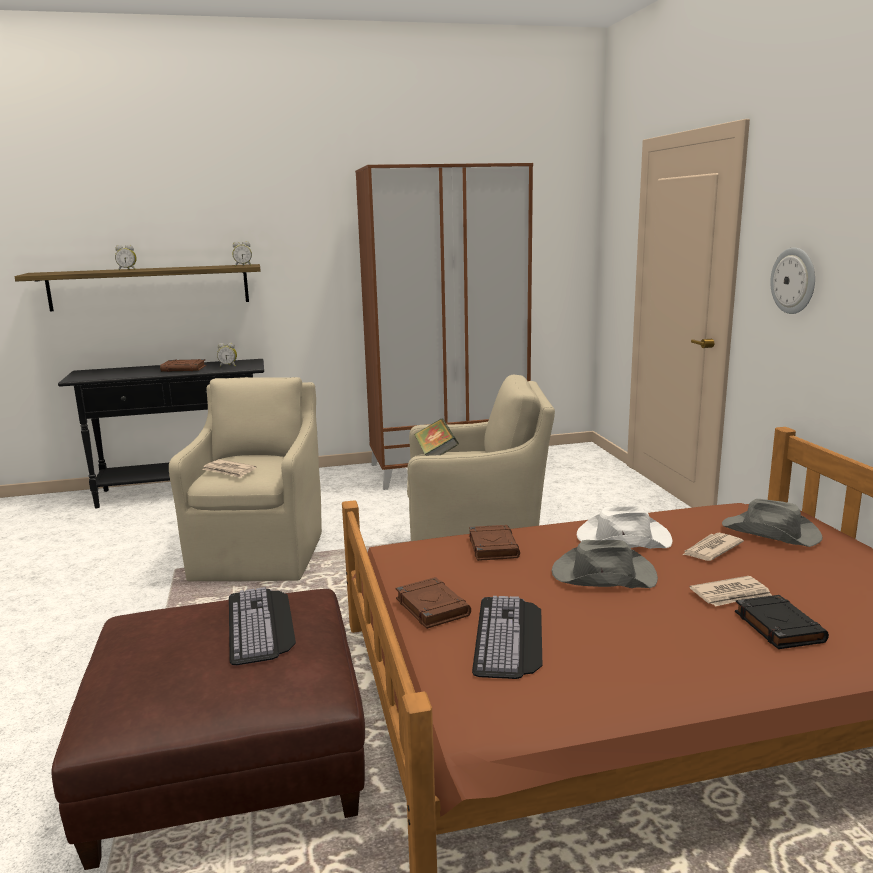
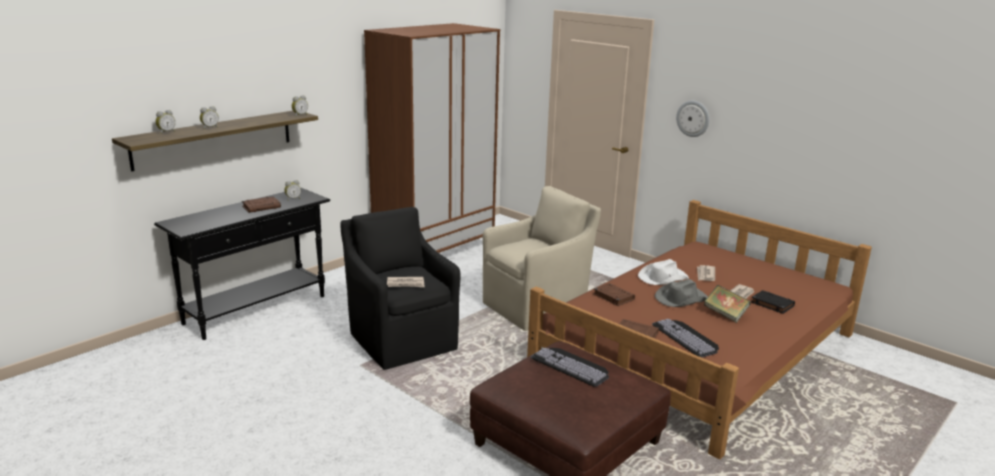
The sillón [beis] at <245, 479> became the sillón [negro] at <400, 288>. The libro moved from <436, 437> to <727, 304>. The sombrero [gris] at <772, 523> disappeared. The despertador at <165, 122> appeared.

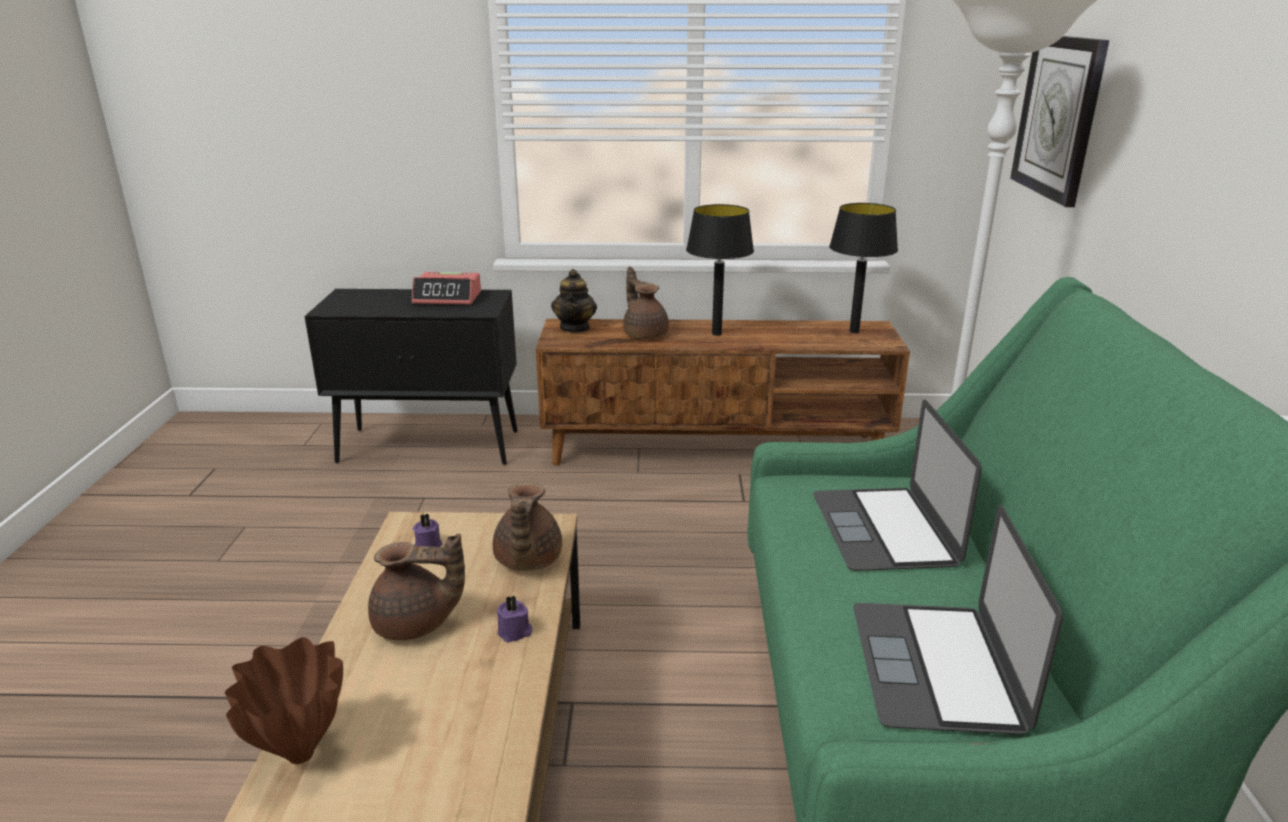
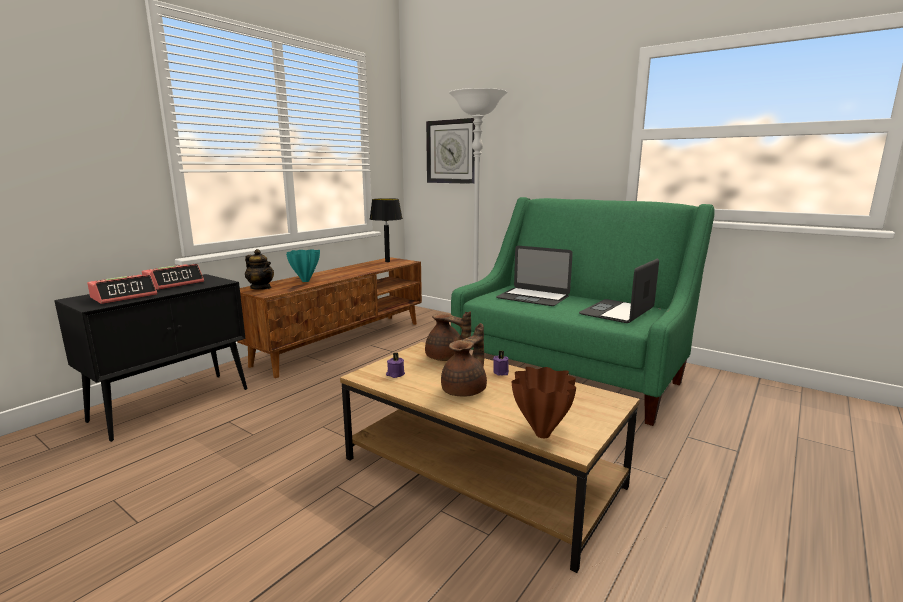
The lámpara de mesa [negro] at <720, 270> disappeared. The tetera [marrón] at <646, 303> was replaced by the florero [turquesa] at <303, 265>. The portátil at <958, 620> turned 90 degrees clockwise. The despertador at <122, 289> appeared.

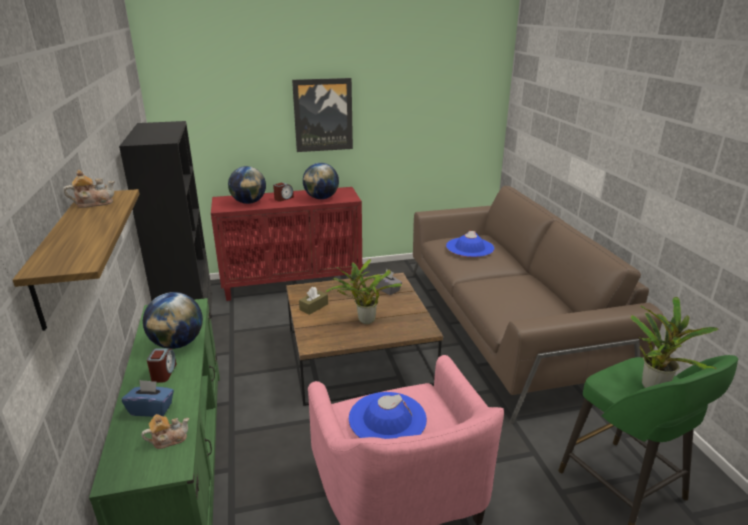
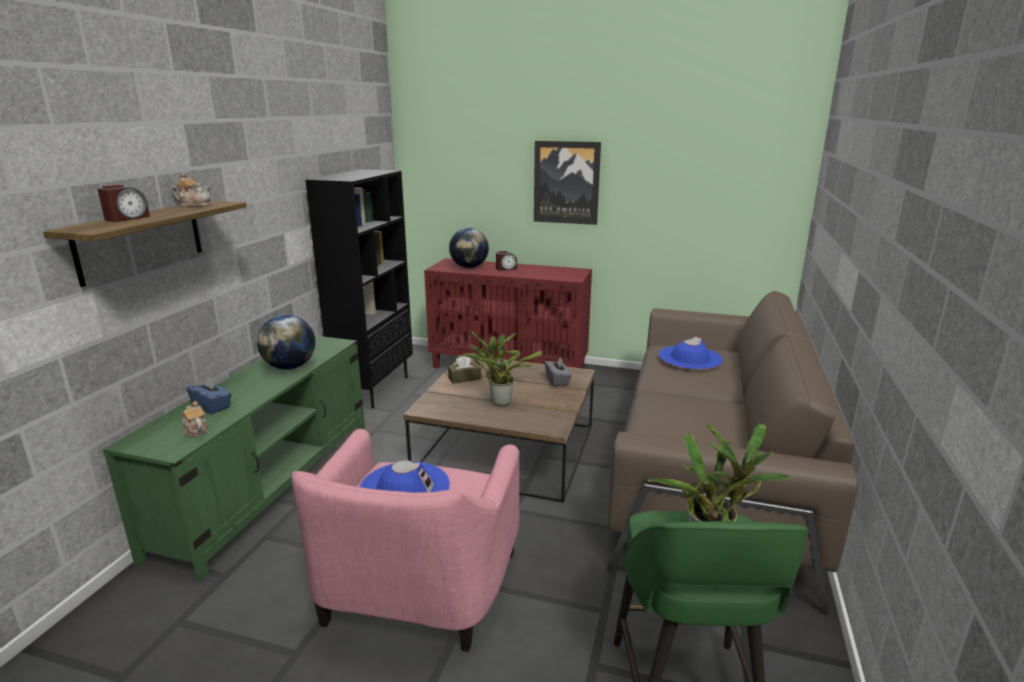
The globo terráqueo at <321, 181> disappeared. The despertador moved from <161, 365> to <124, 203>. The tetera at <165, 431> turned 135 degrees counterclockwise.

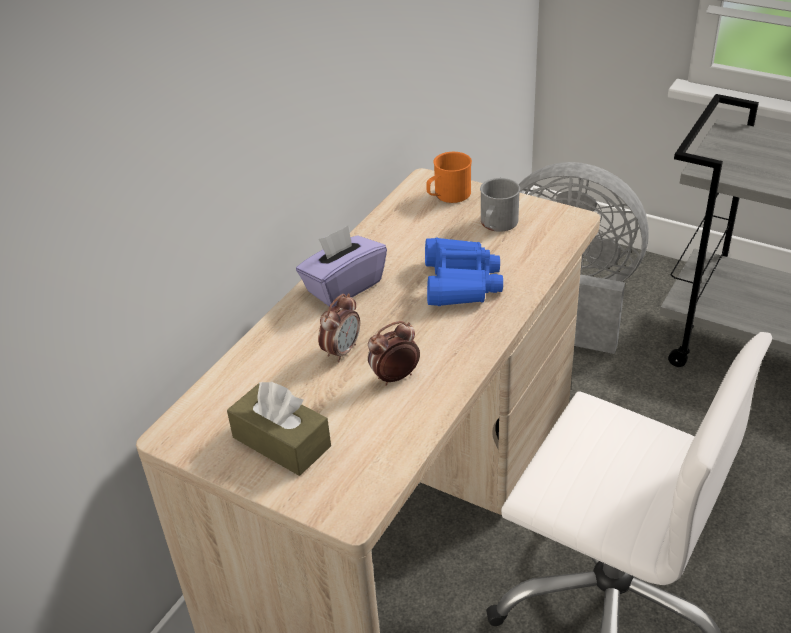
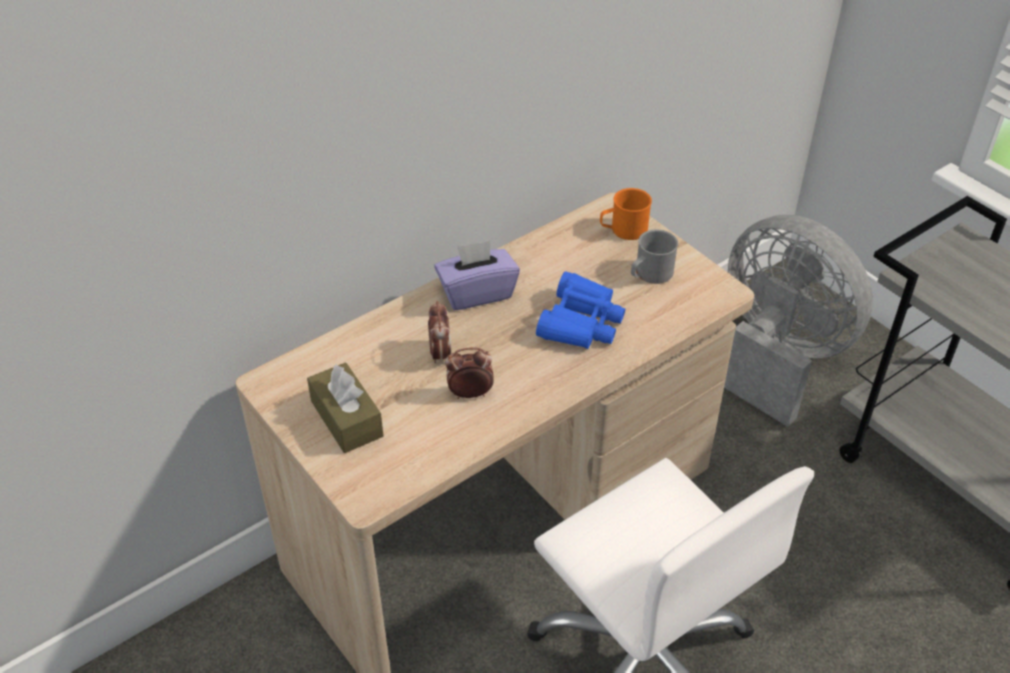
The despertador at <339, 328> turned 60 degrees counterclockwise.

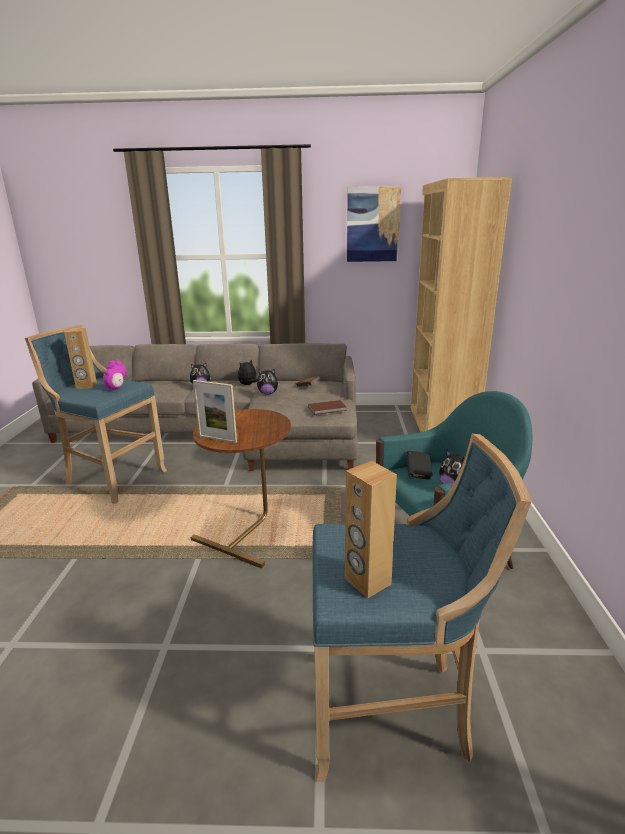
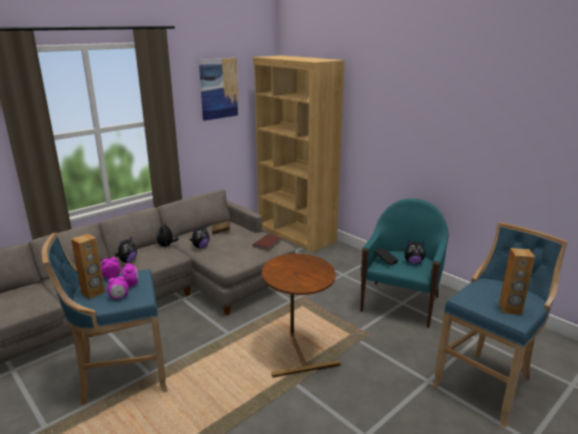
The portarretratos at <215, 411> disappeared. The despertador at <118, 287> appeared.

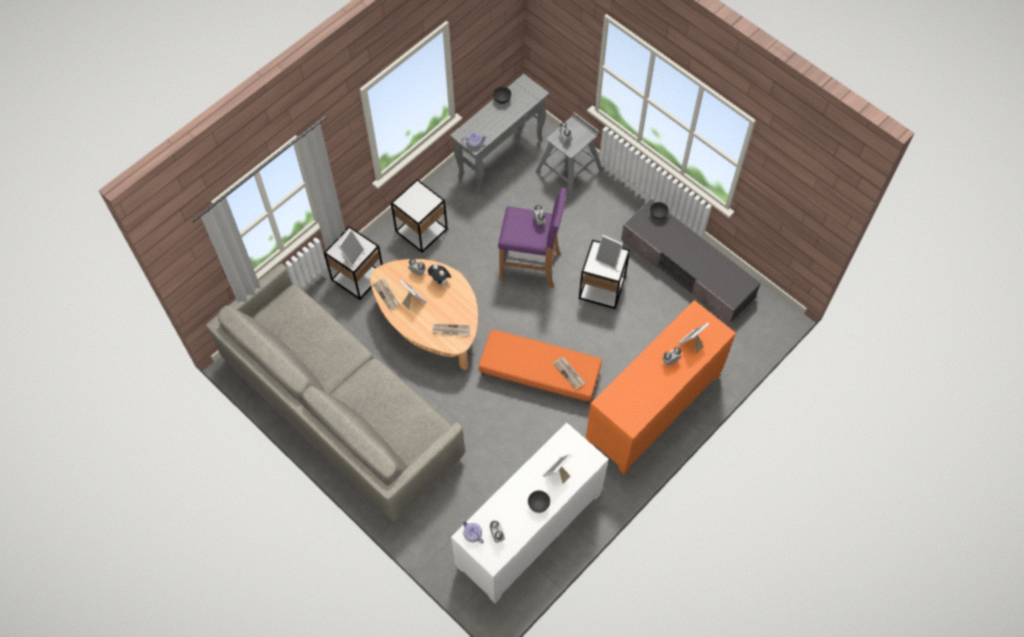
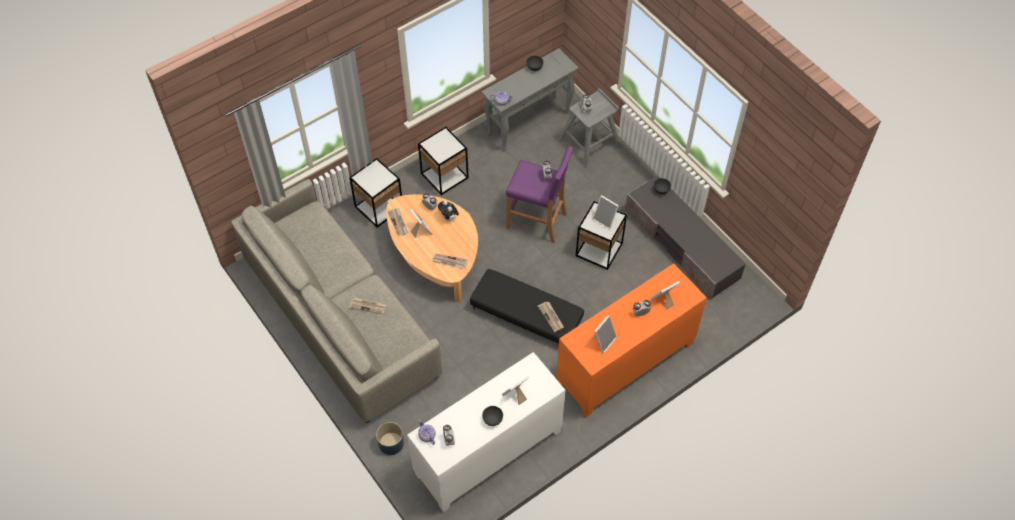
The portarretratos moved from <351, 248> to <604, 334>. The puf [naranja] at <540, 367> became the puf [negro] at <527, 306>. The periódico at <367, 305> appeared. The maceta [azul] at <390, 438> appeared.

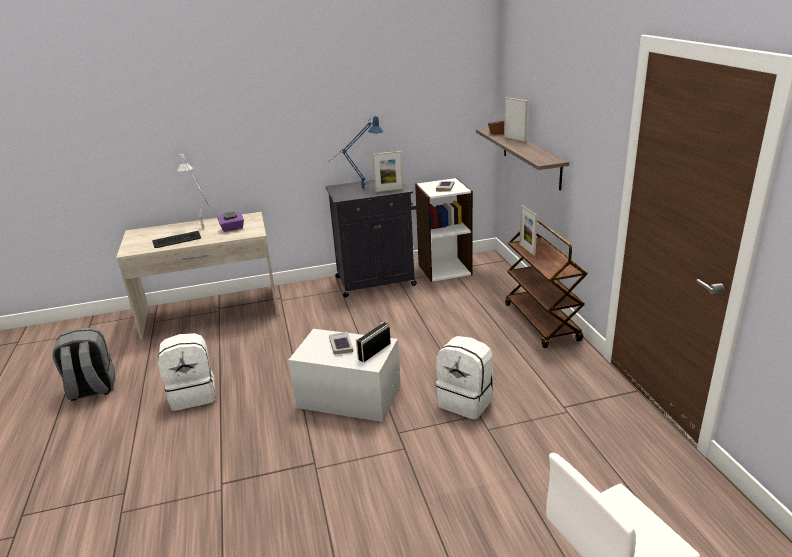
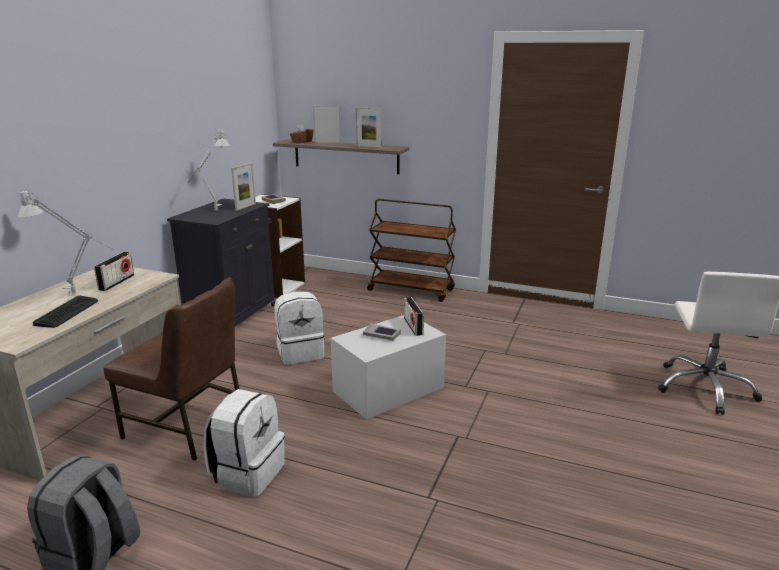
The lámpara de mesa [azul] at <356, 152> became the lámpara de mesa [gris] at <209, 169>. The portarretratos moved from <528, 230> to <368, 127>. The caja de pañuelos [morado] at <230, 221> was replaced by the radio at <114, 271>. The mochila [blanco] moved from <465, 378> to <299, 328>. The silla [marrón] at <171, 369> appeared.

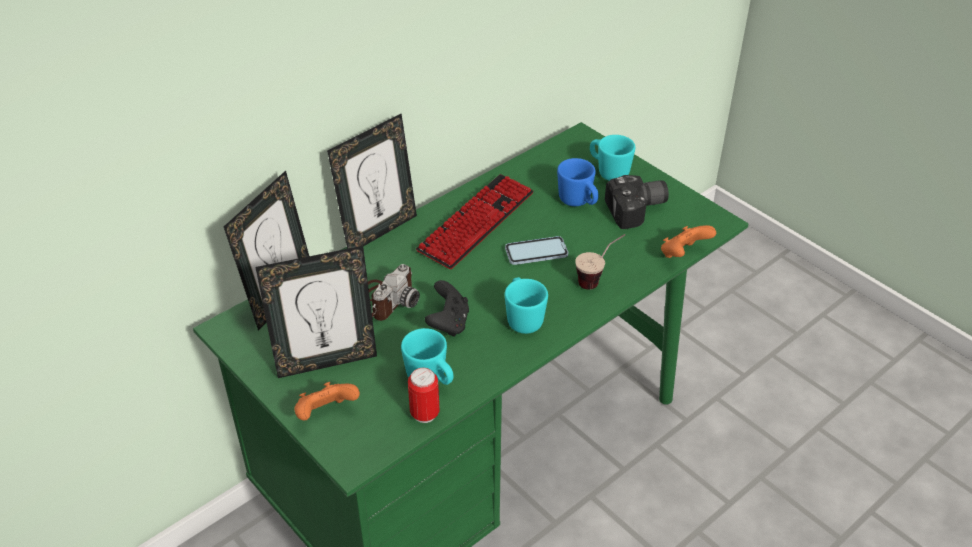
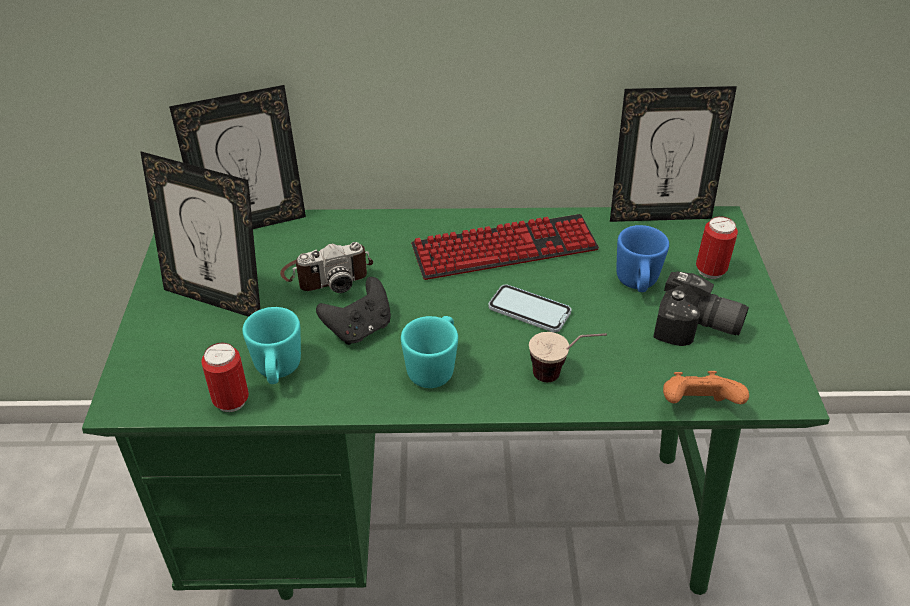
The portarretratos moved from <372, 181> to <673, 154>. The taza grande [turquesa] at <612, 158> was replaced by the lata at <717, 247>. The mando de consola [naranja] at <327, 401> disappeared.

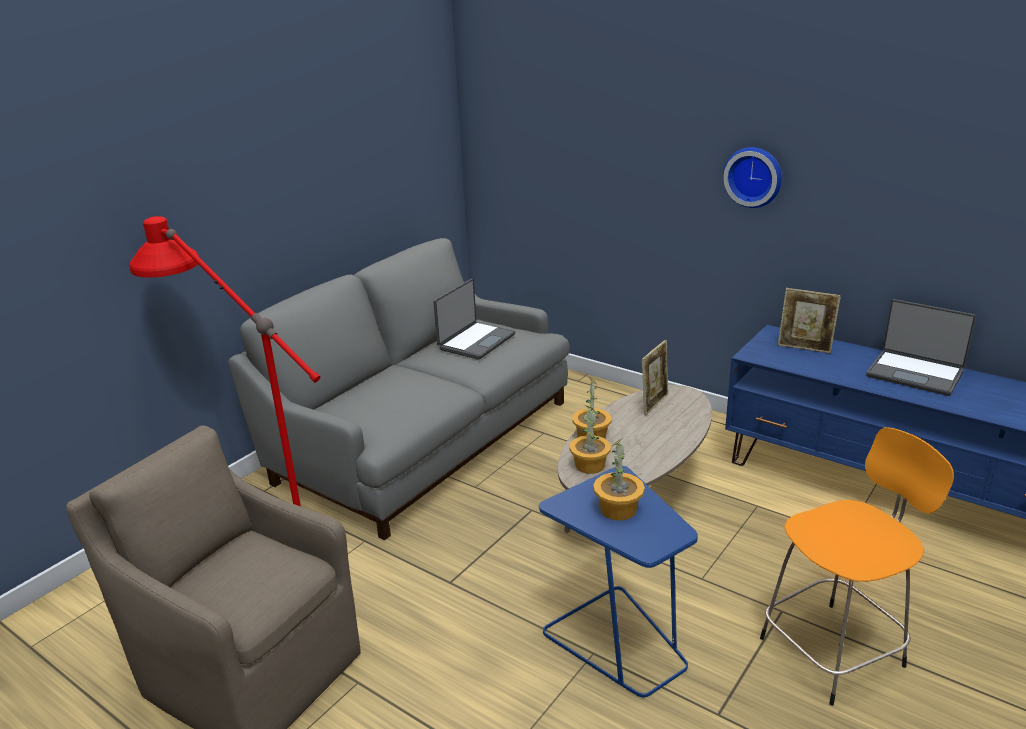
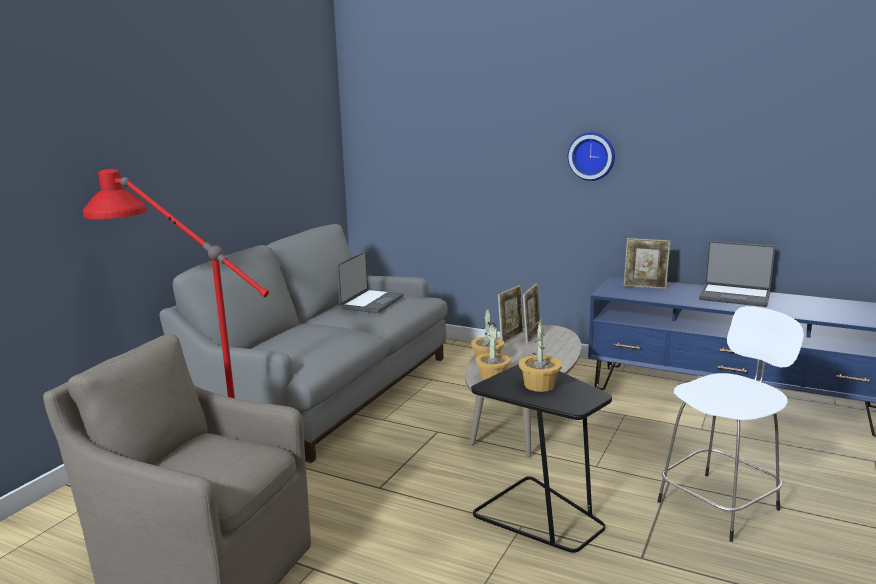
The taburete [naranja] at <857, 566> became the taburete [blanco] at <730, 424>. The mesa auxiliar [azul] at <618, 581> became the mesa auxiliar [negro] at <541, 458>. The portarretratos at <511, 314> appeared.

